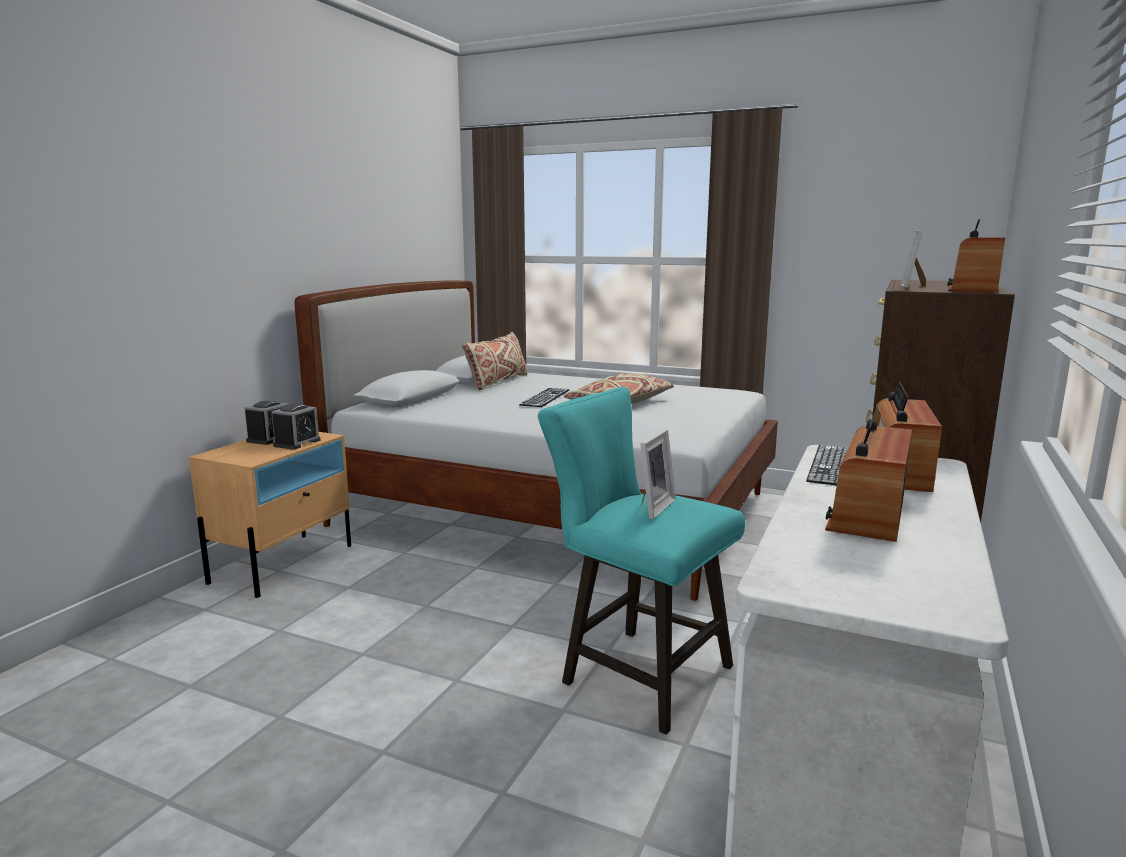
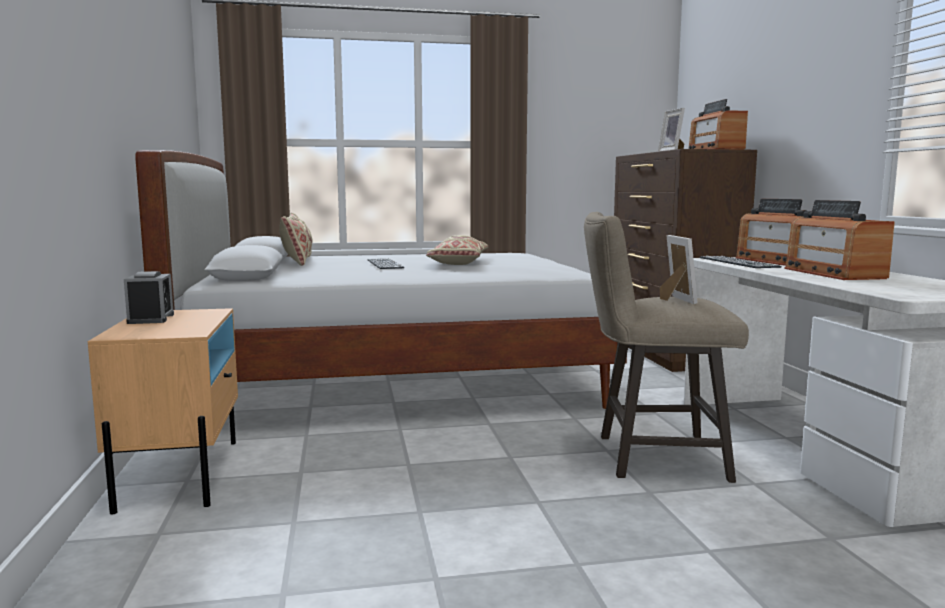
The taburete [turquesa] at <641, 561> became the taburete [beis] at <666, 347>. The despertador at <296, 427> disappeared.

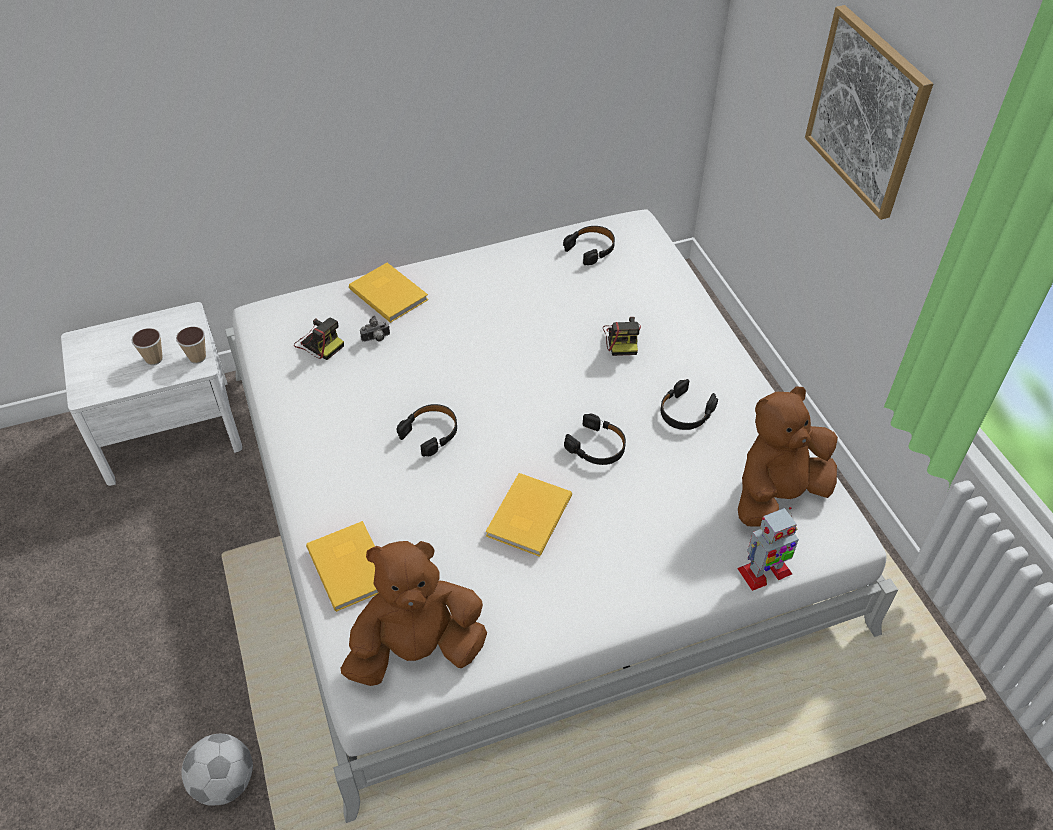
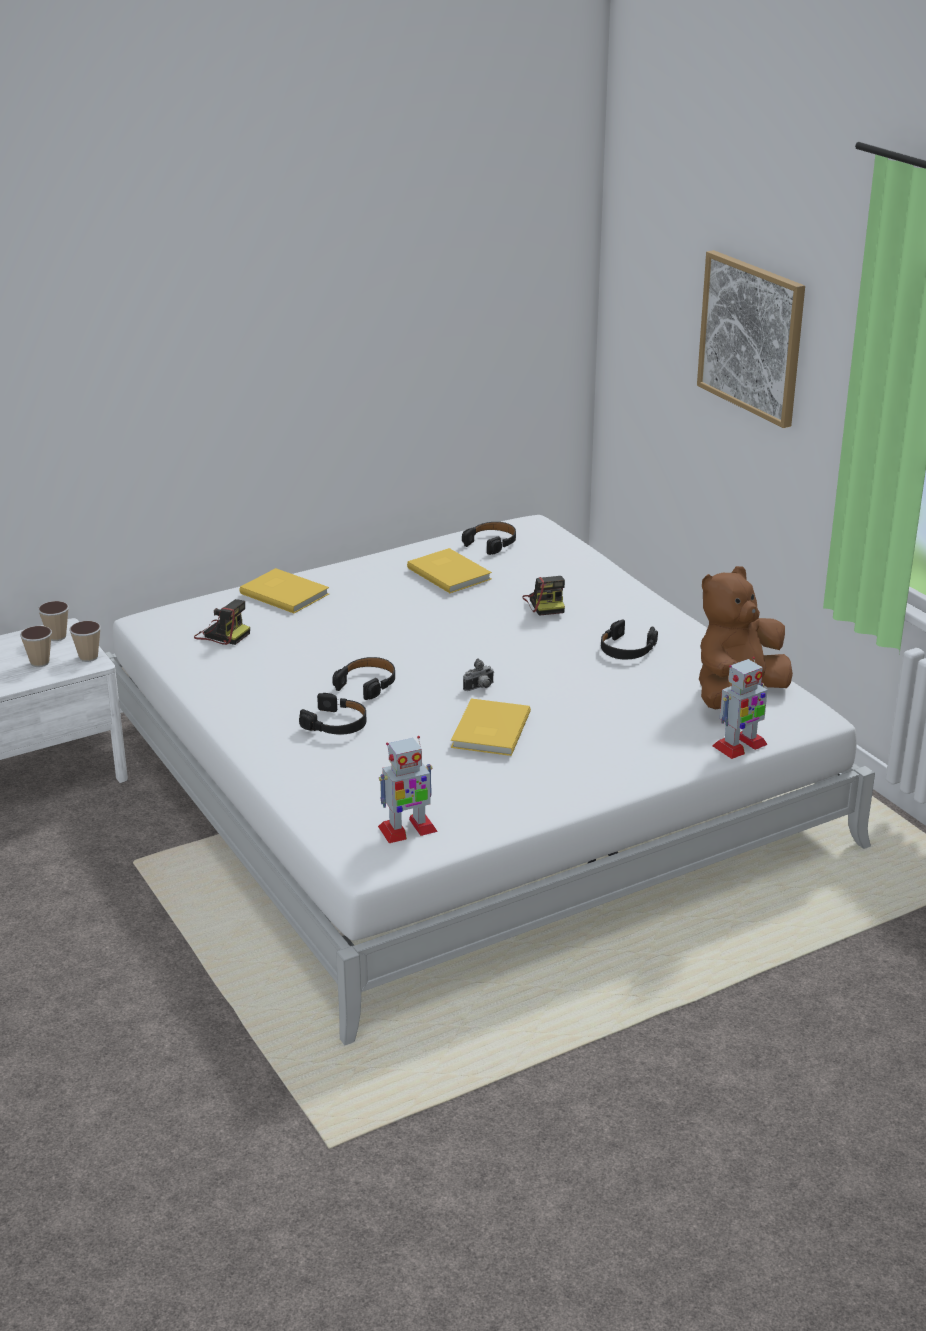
The cámara moved from <375, 329> to <478, 674>. The auriculares [negro] moved from <595, 439> to <332, 713>. The libro [amarillo] moved from <342, 566> to <449, 570>. The peluche [marrón] at <413, 613> was replaced by the robot de juguete at <408, 789>. The balón de fútbol at <217, 770> disappeared. The taza at <53, 621> appeared.

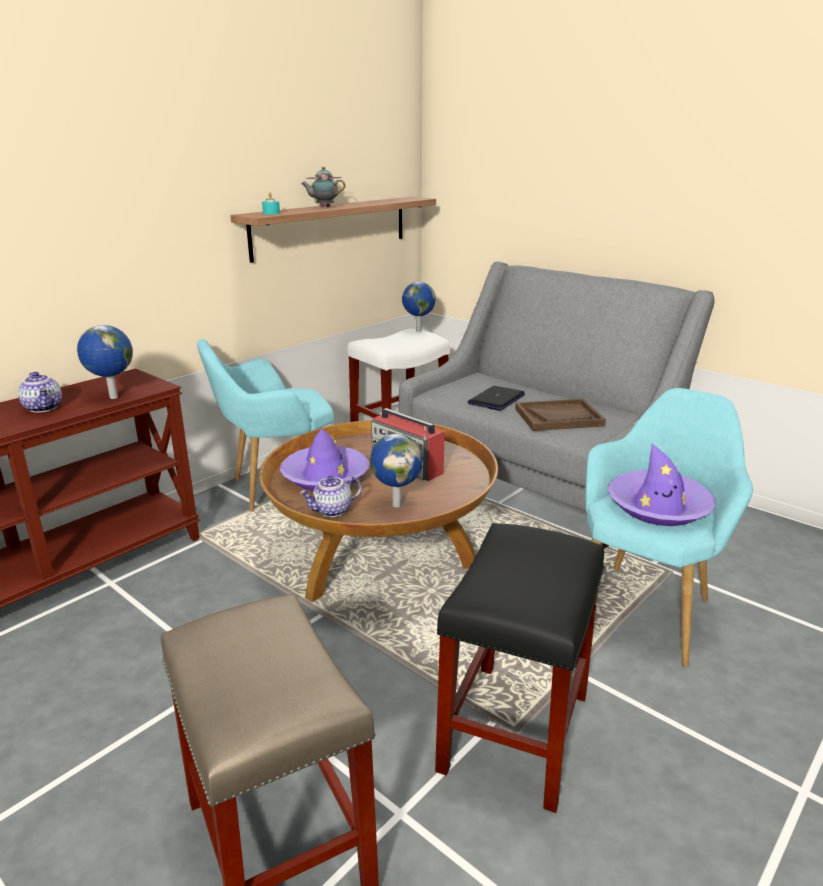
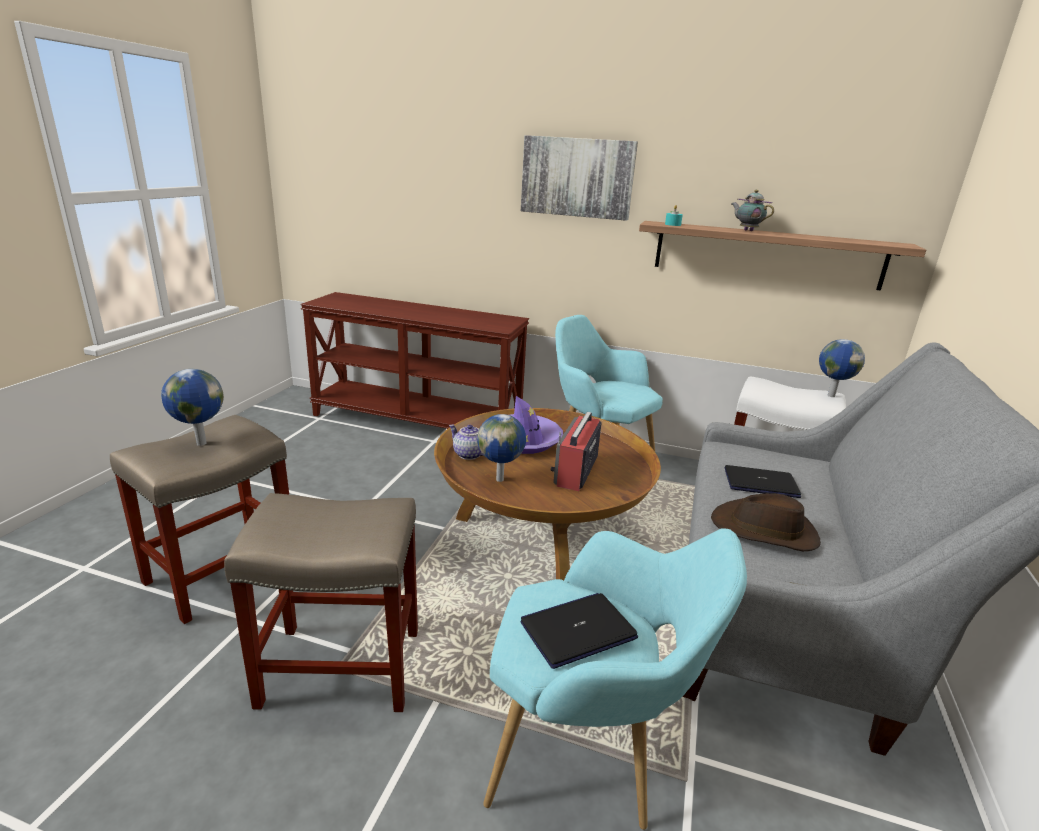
The globo terráqueo moved from <105, 362> to <192, 407>. The tetera at <40, 392> disappeared. The bandeja [marrón] at <560, 415> was replaced by the sombrero [marrón] at <766, 522>. The sombrero [morado] at <661, 484> was replaced by the portátil at <579, 631>. The taburete [negro] at <519, 668> became the taburete [beis] at <321, 602>. The cuadro at <579, 178> appeared.

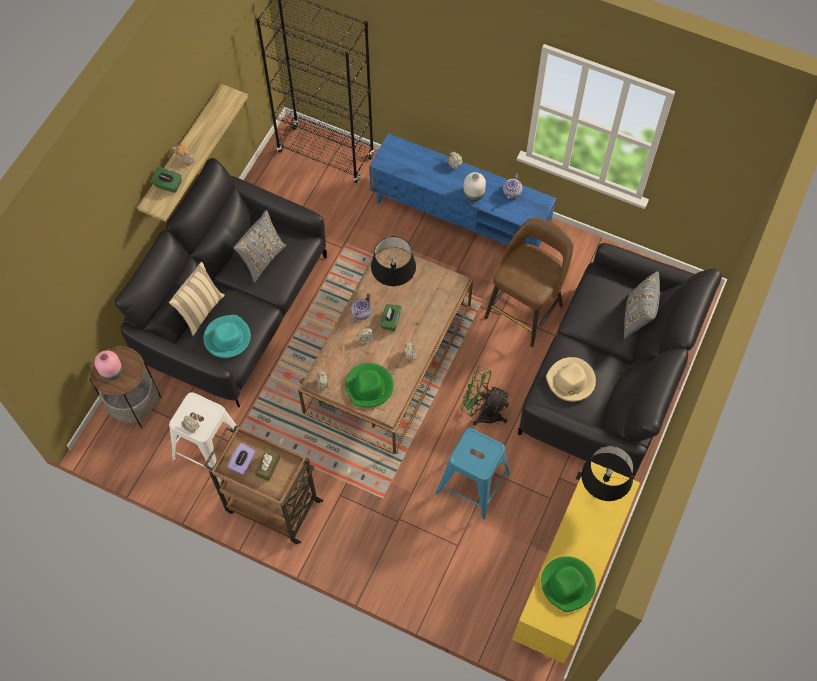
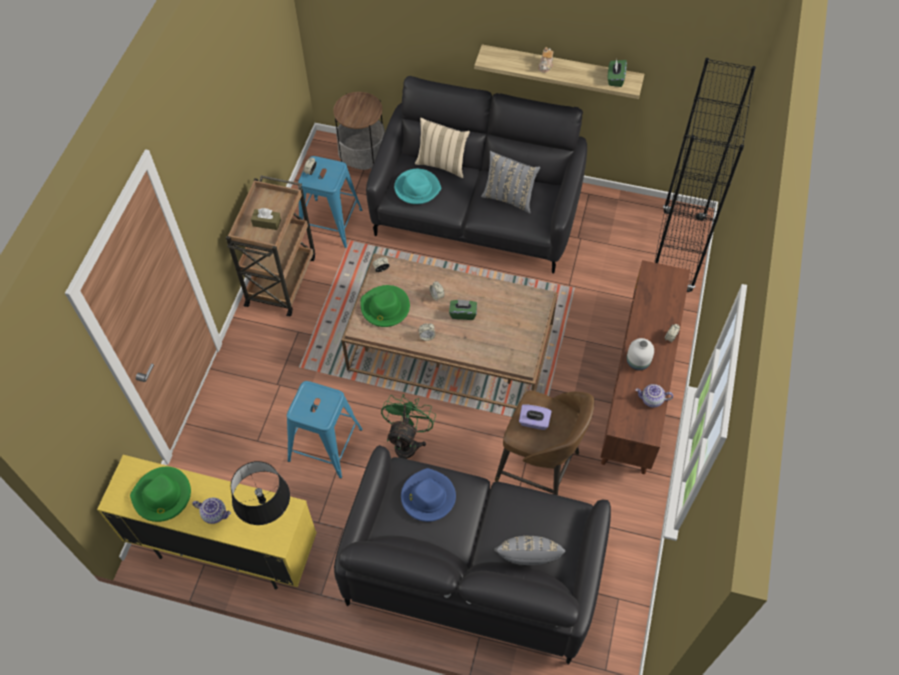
The mueble de televisión [azul] at <462, 190> became the mueble de televisión [marrón] at <645, 367>. The caja de pañuelos [verde] moved from <166, 180> to <617, 73>. The lámpara de mesa [negro] at <393, 261> disappeared. The tetera moved from <361, 308> to <211, 511>. The florero [rosa] at <108, 365> disappeared. The sombrero [beis] at <571, 379> became the sombrero [azul] at <428, 495>. The taburete [blanco] at <202, 437> became the taburete [azul] at <330, 202>. The caja de pañuelos [morado] moved from <241, 459> to <535, 417>.

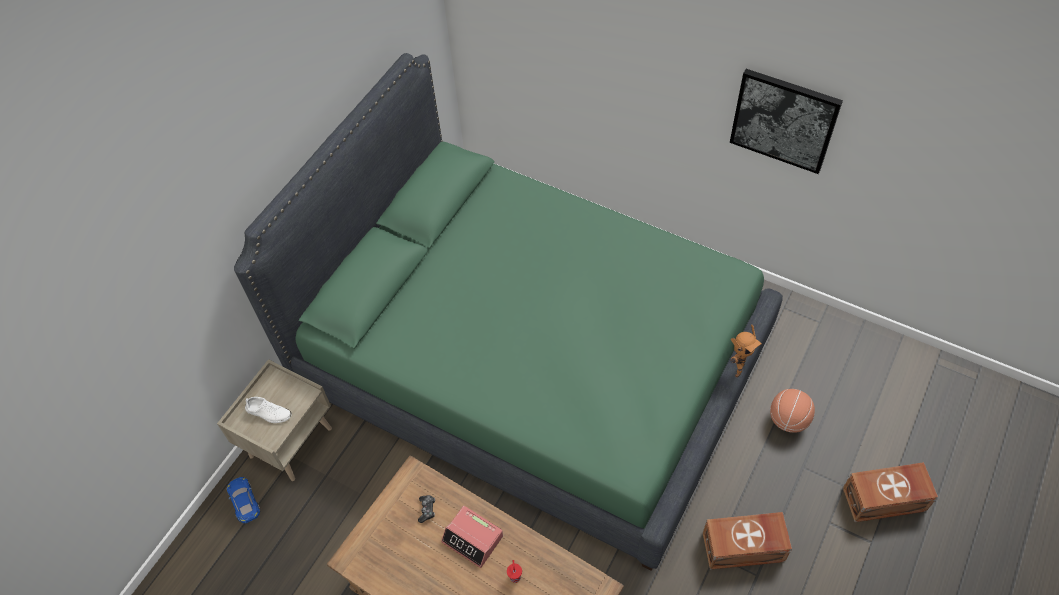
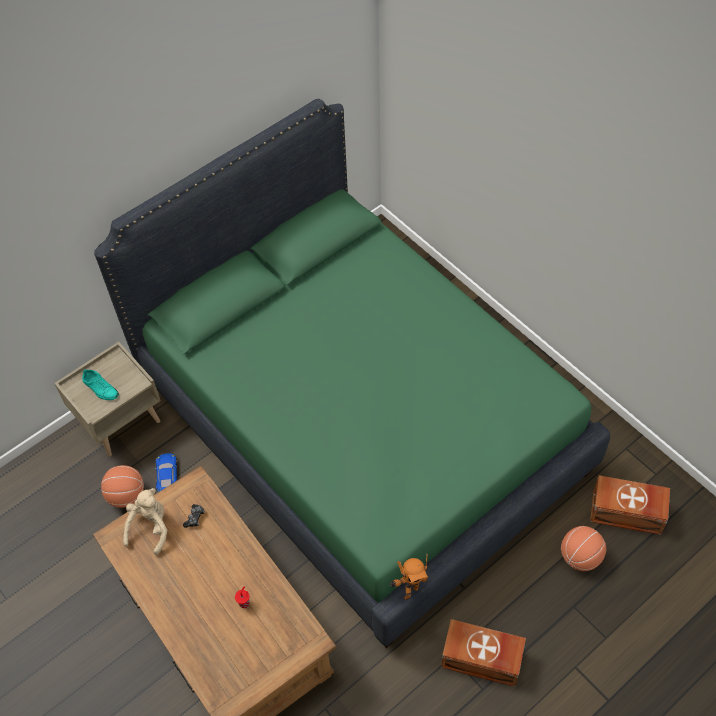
The cuadro at <786, 121> disappeared. The robot de juguete moved from <746, 351> to <409, 577>. The zapato [blanco] at <268, 410> became the zapato [turquesa] at <100, 384>. The caja de almacenaje [marrón] moved from <890, 492> to <630, 505>. The coche de juguete [azul] moved from <243, 500> to <166, 472>. The despertador at <472, 537> disappeared. The balón de baloncesto at <122, 486> appeared. The peluche [beis] at <145, 521> appeared.

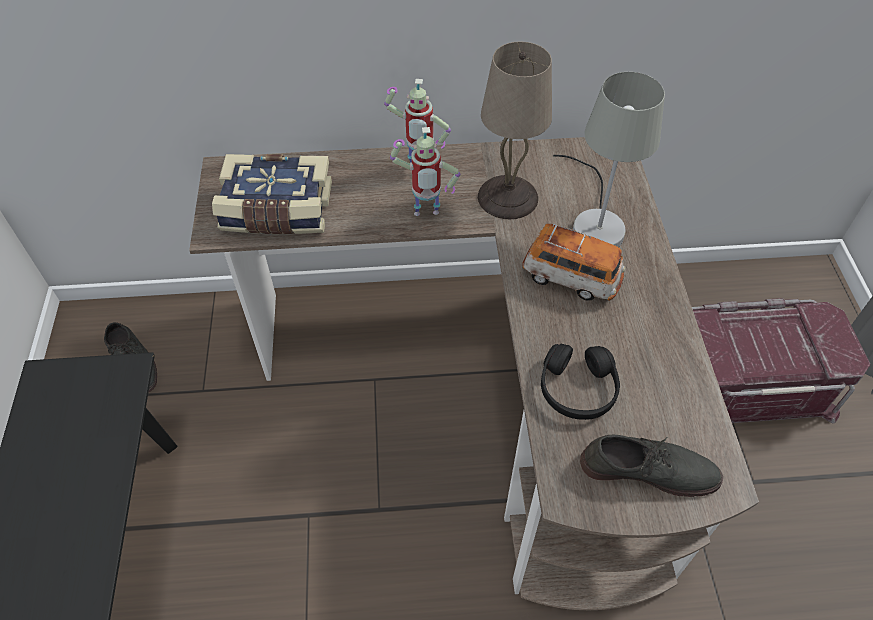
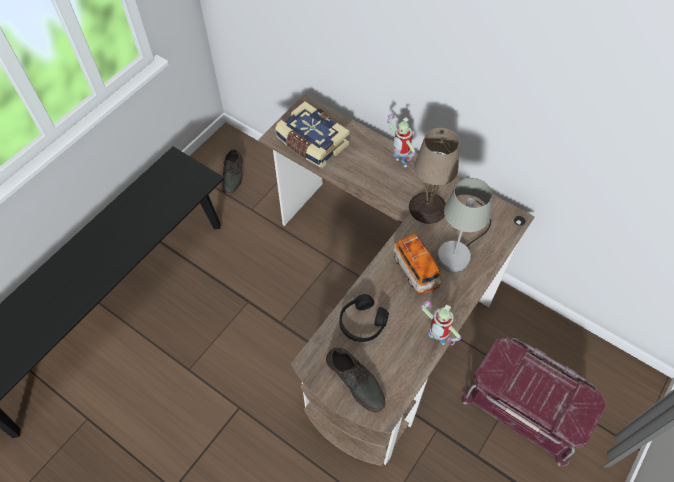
The robot de juguete moved from <425, 171> to <441, 323>.

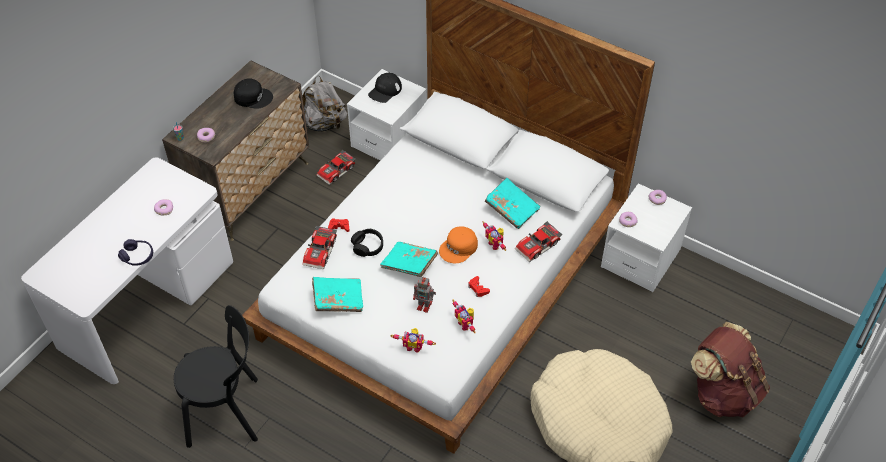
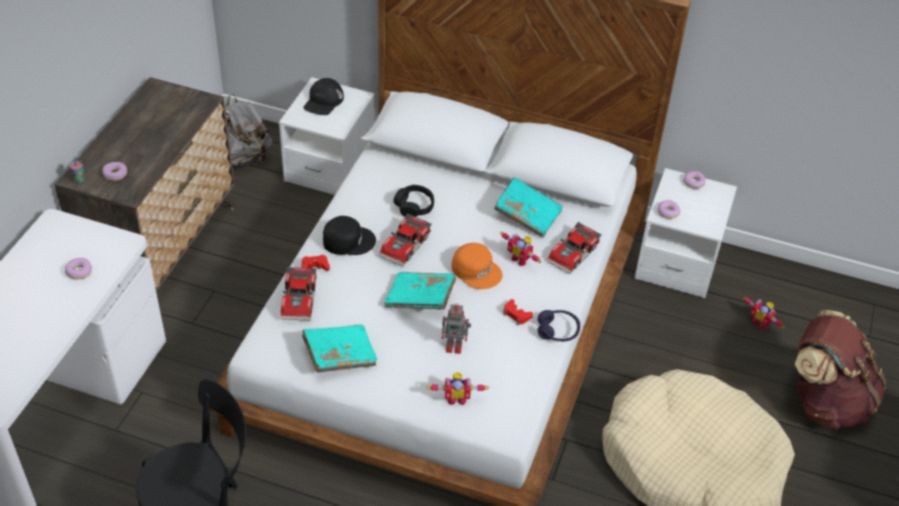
The gorra [negro] moved from <253, 93> to <349, 235>. The coche de juguete moved from <336, 167> to <405, 240>. The gorra [naranja] at <458, 244> turned 75 degrees counterclockwise. The auriculares [negro] moved from <367, 242> to <414, 201>. The auriculares [morado] moved from <135, 252> to <559, 326>. The robot de juguete moved from <464, 316> to <764, 313>.

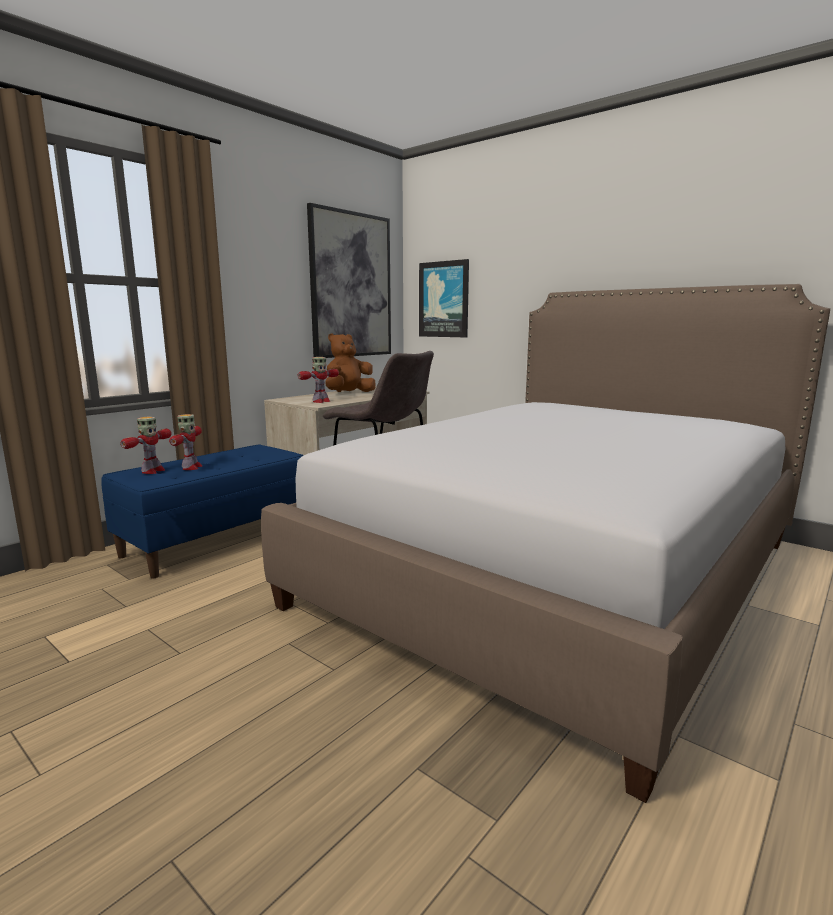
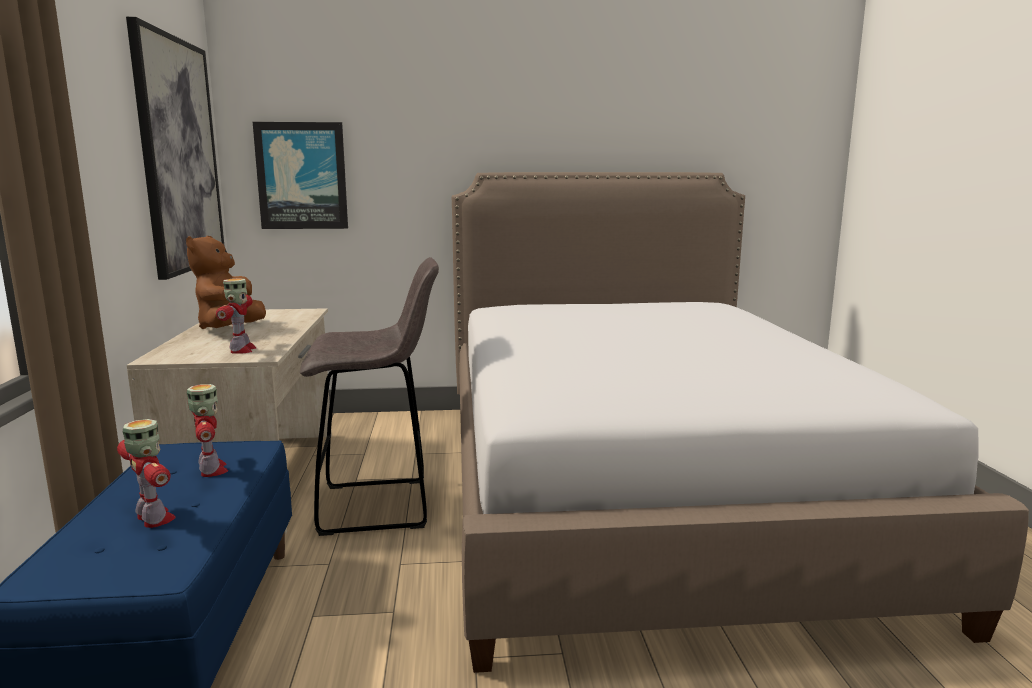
The robot de juguete moved from <146, 445> to <207, 430>.

